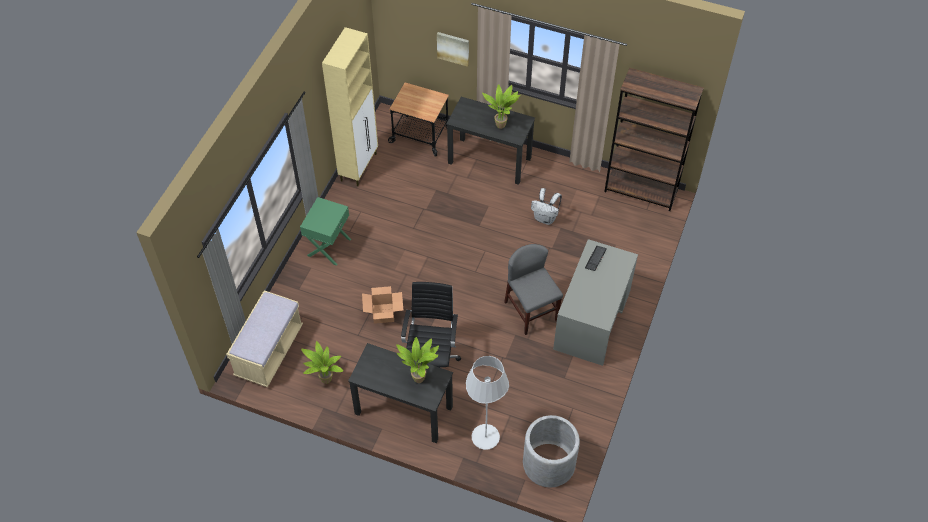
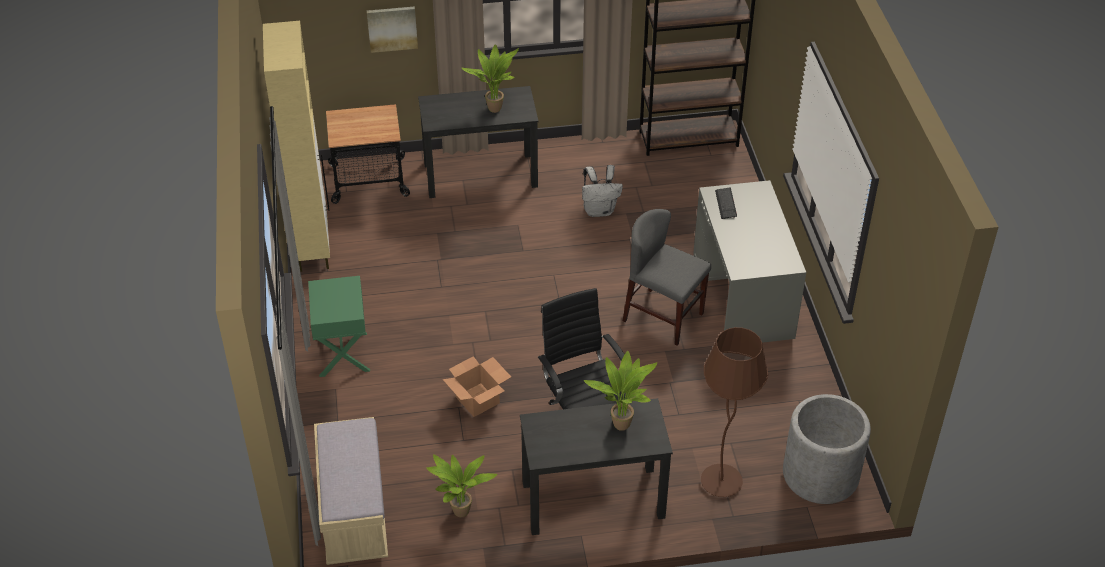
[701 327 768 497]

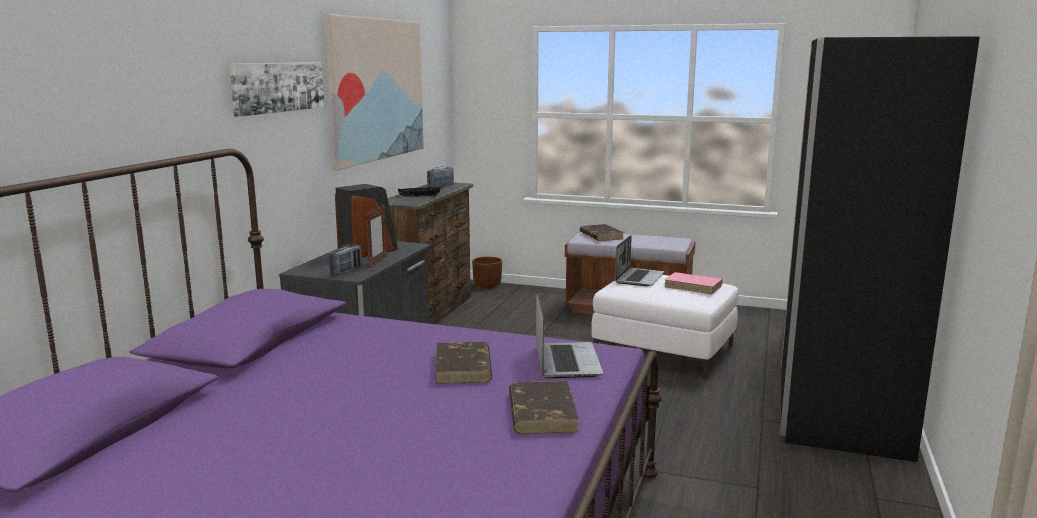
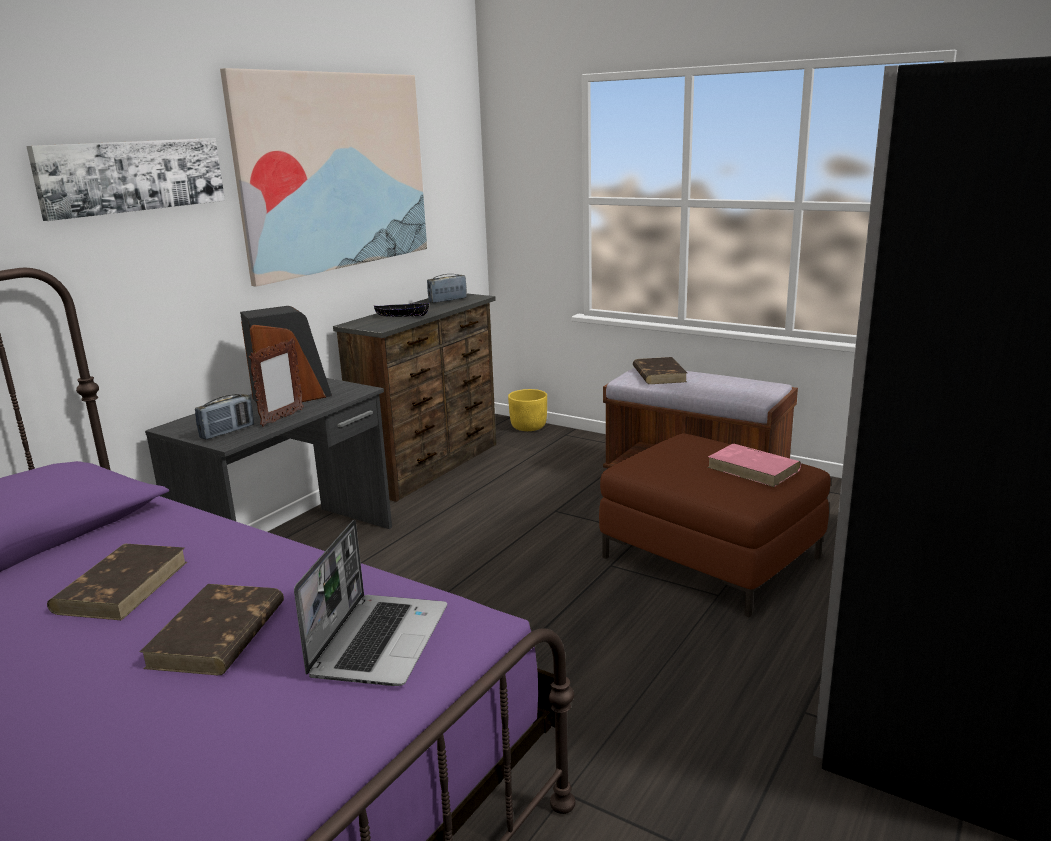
[508 389 547 431]
[47 544 187 621]
[599 433 831 617]
[615 235 664 286] (first image)

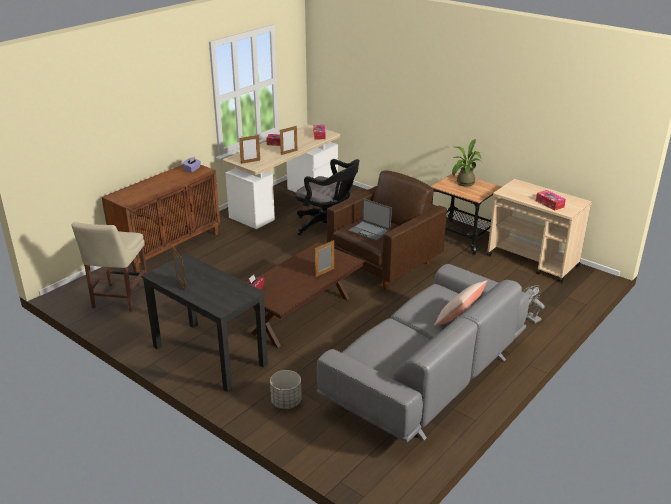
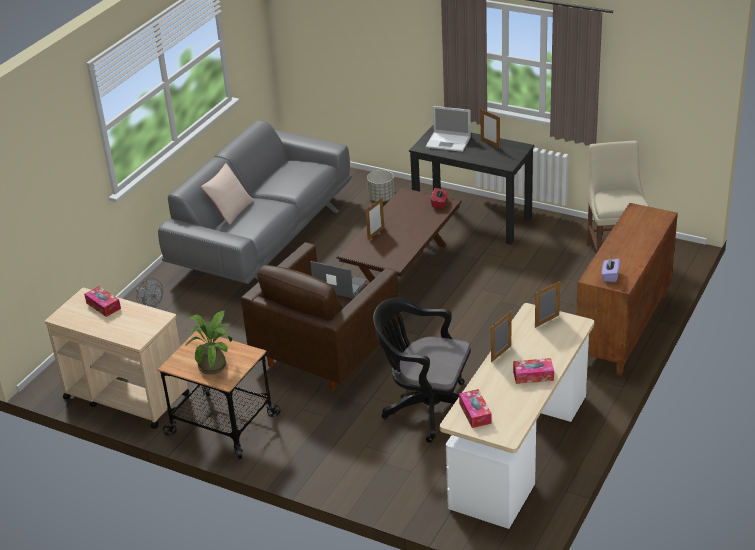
[425 106 471 152]

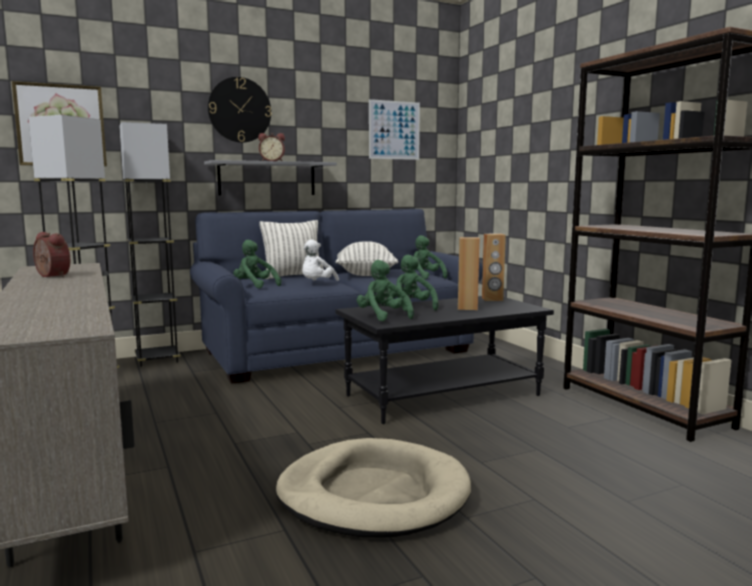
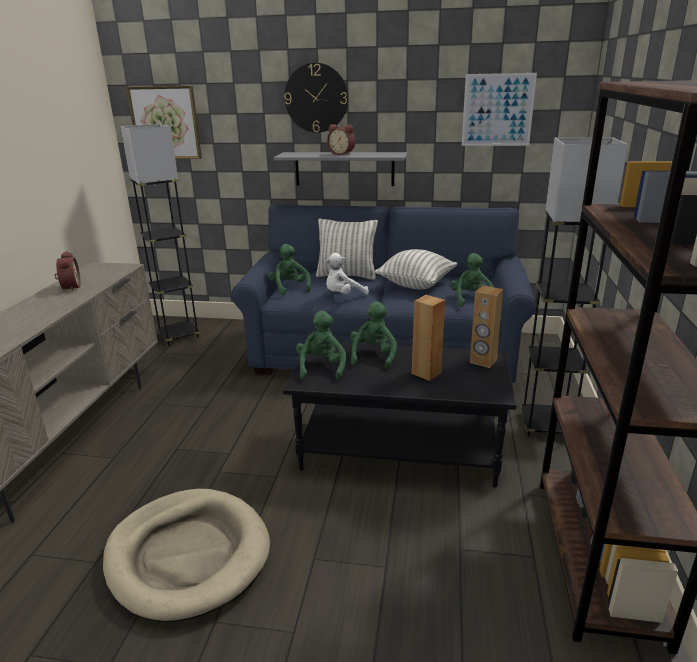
[521 137 628 437]

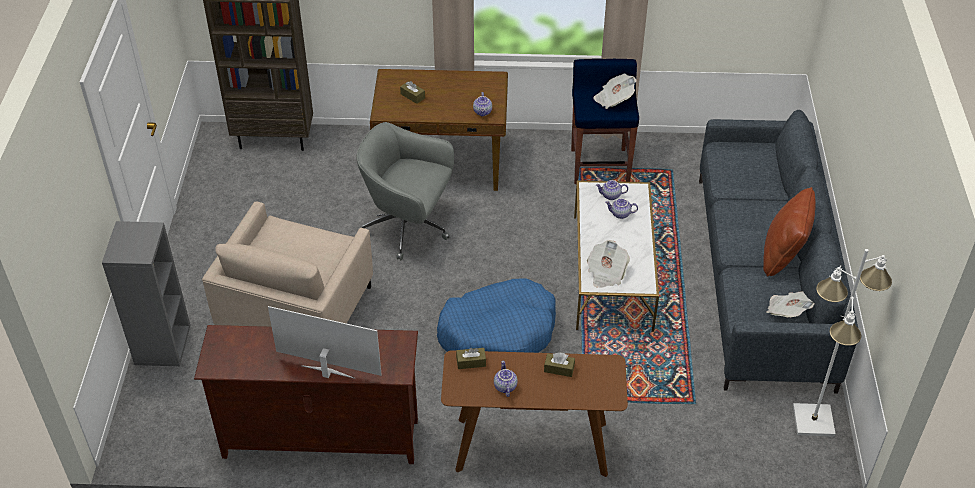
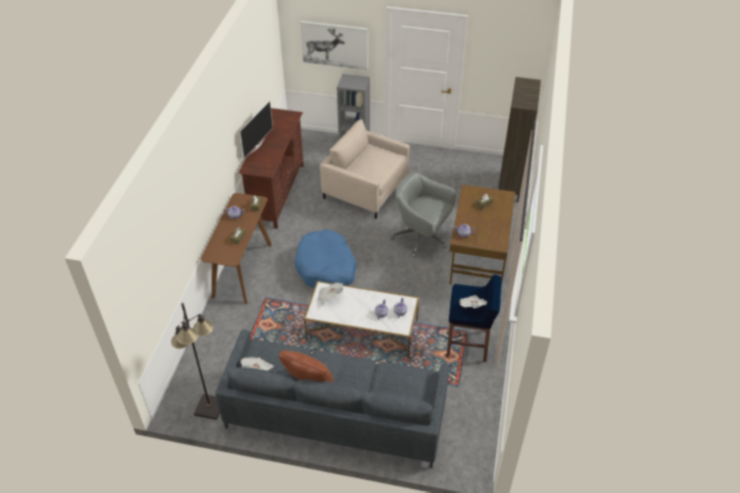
[390 172 456 258]
[171 303 220 420]
[300 21 368 70]

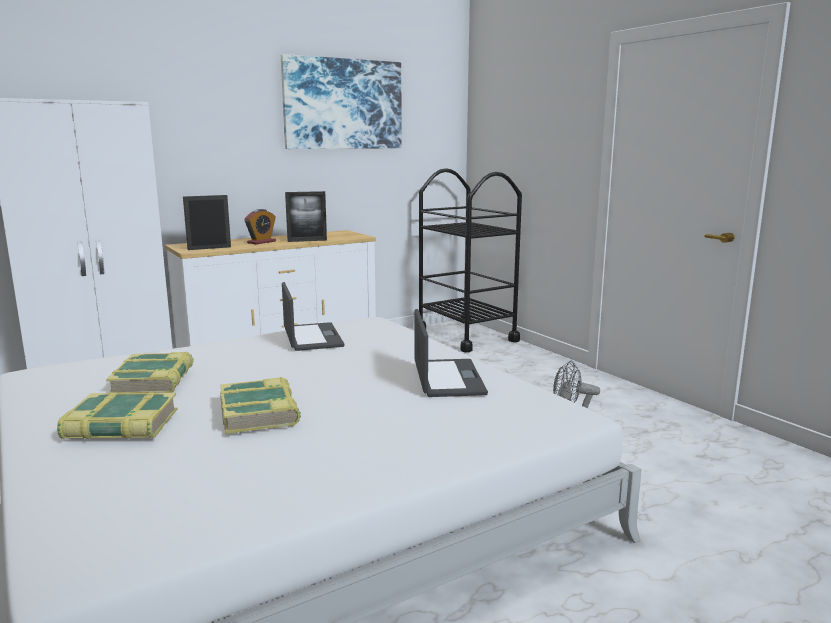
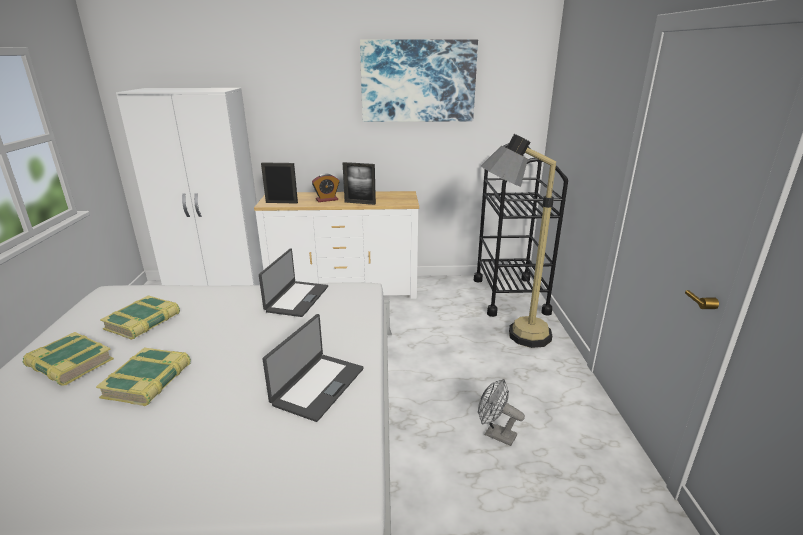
[481 134 556 348]

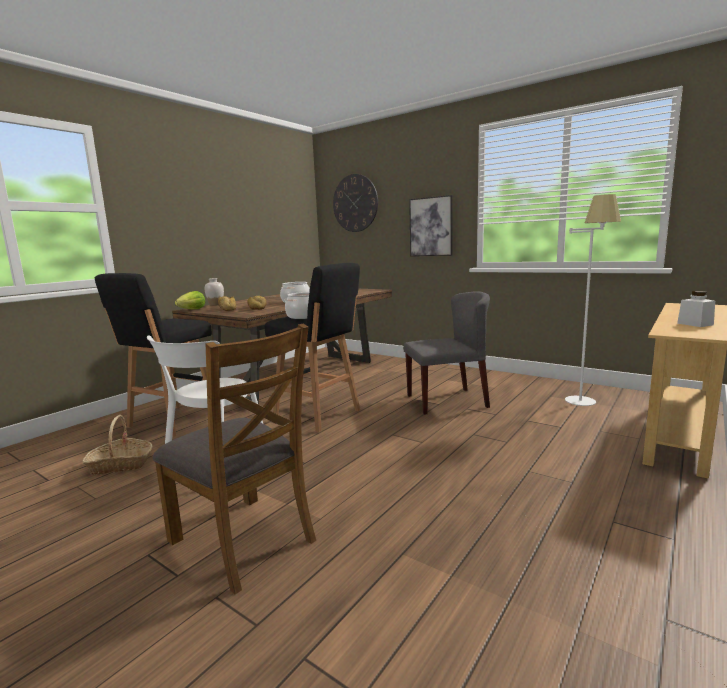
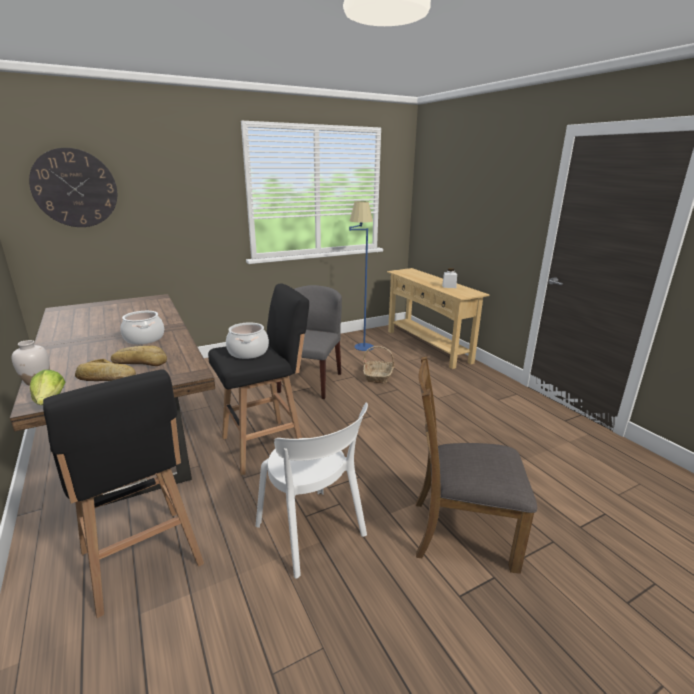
[363 346 395 384]
[416 356 537 574]
[409 195 453 256] (first image)
[349 201 374 351]

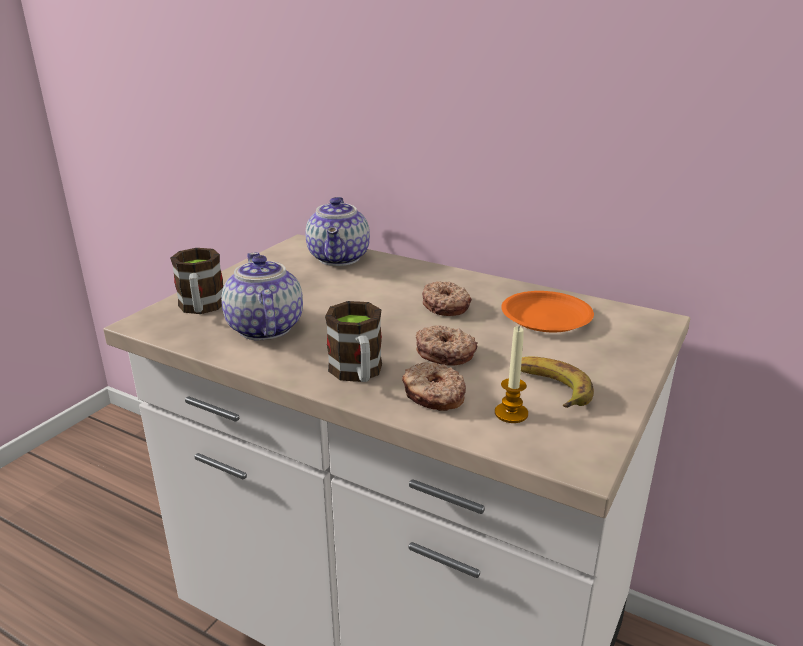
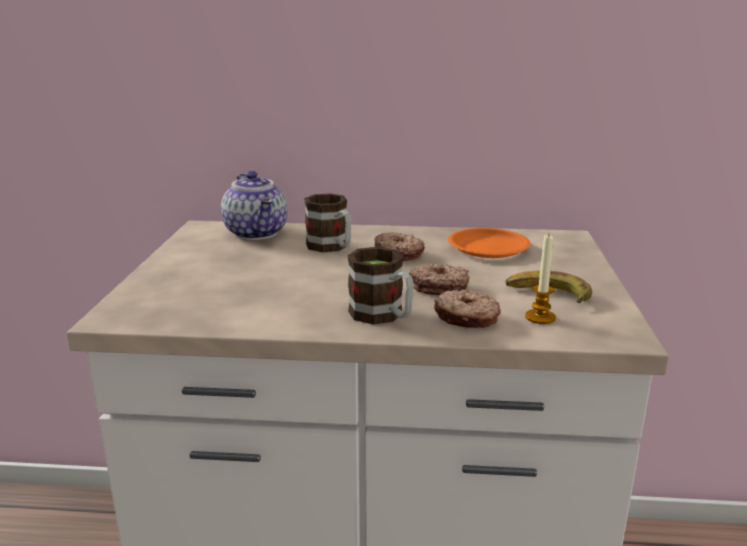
[304 193 351 252]
[221 253 303 341] (first image)

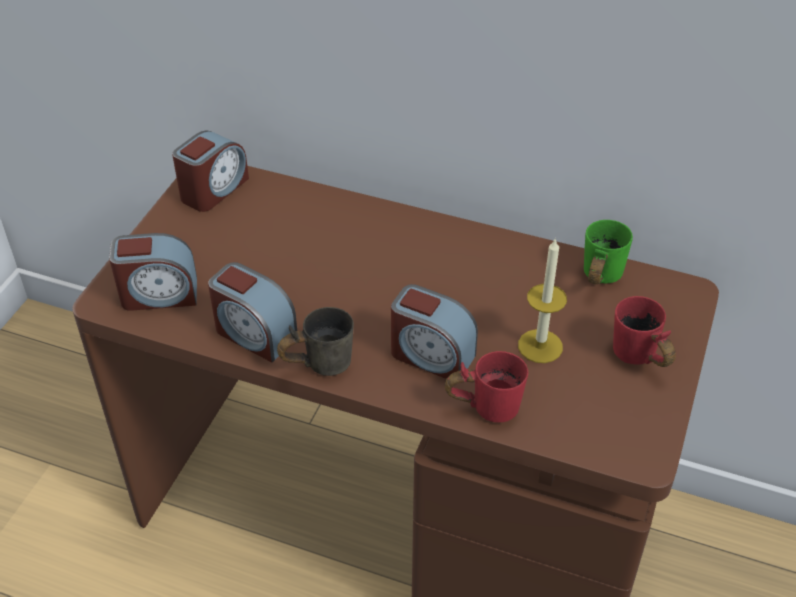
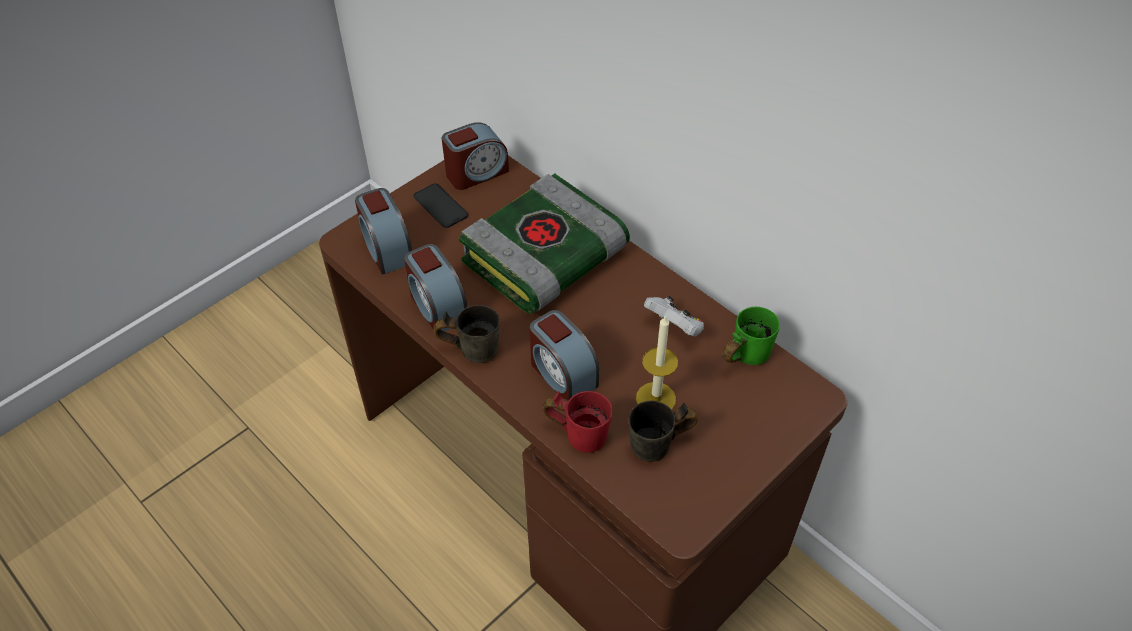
[355 188 412 275]
[613 296 676 367] (first image)
[413 183 468 228]
[459 174 630 314]
[629 401 698 462]
[644 296 704 337]

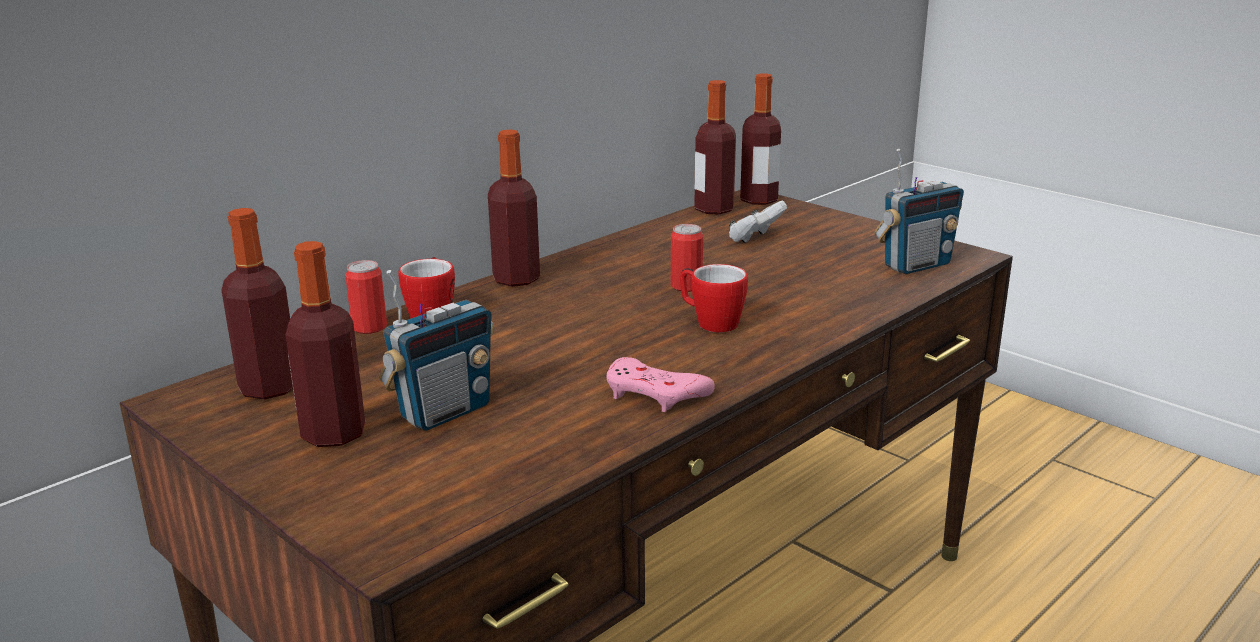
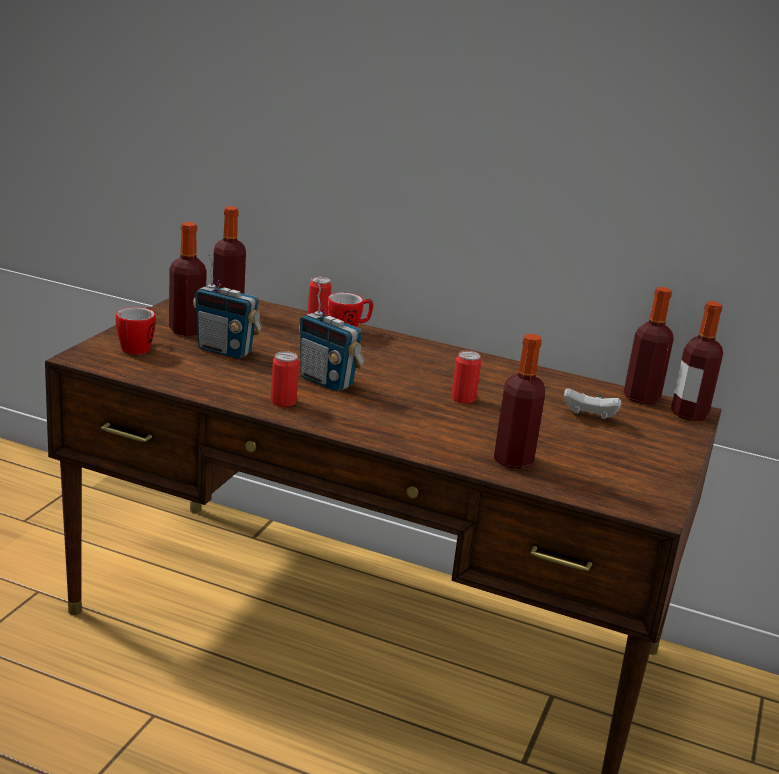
[494 334 545 469]
[271 351 299 407]
[116 307 156 355]
[299 280 366 392]

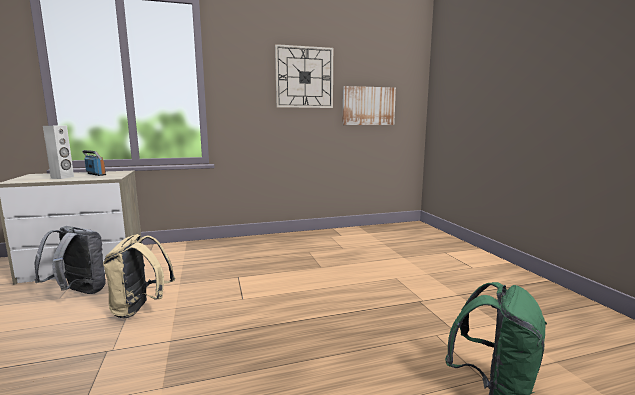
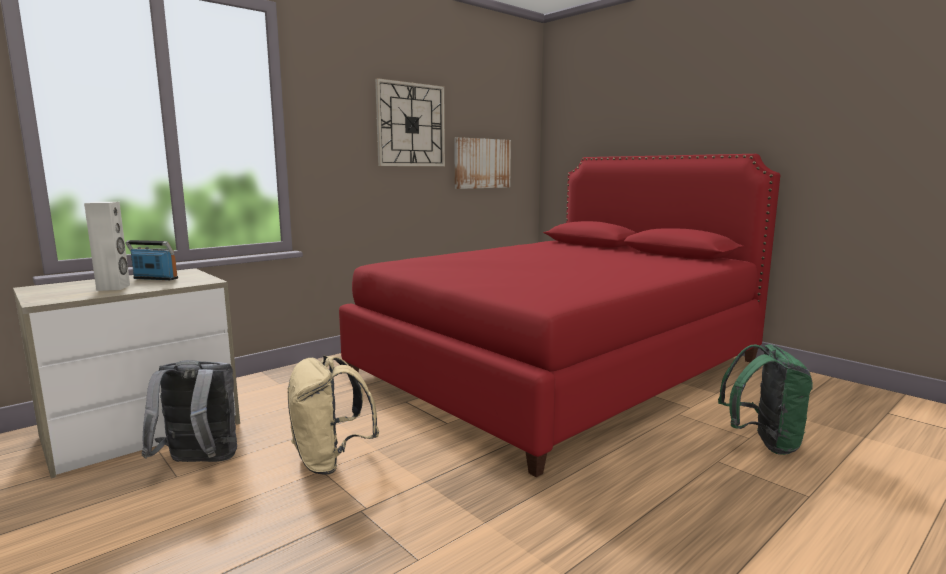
[339 154 780 477]

